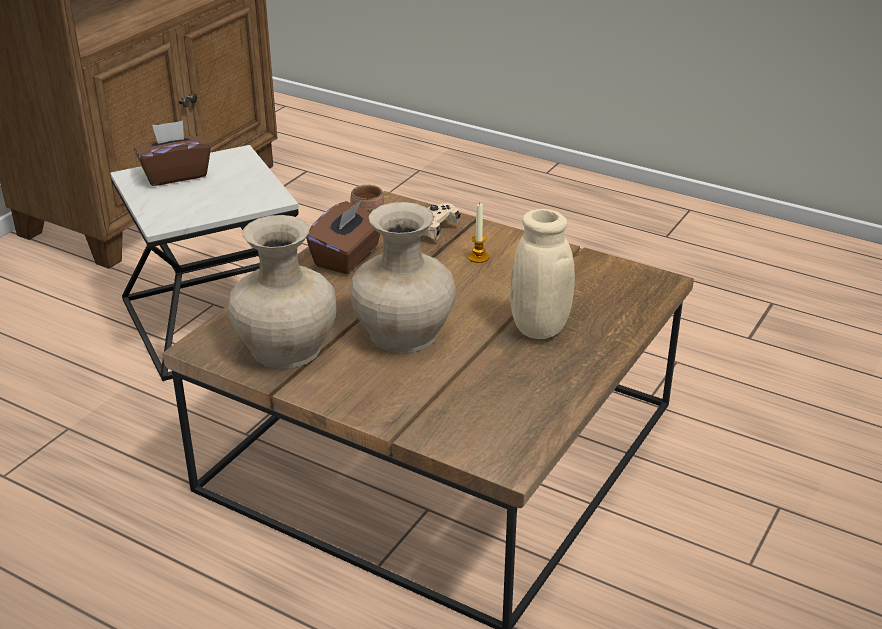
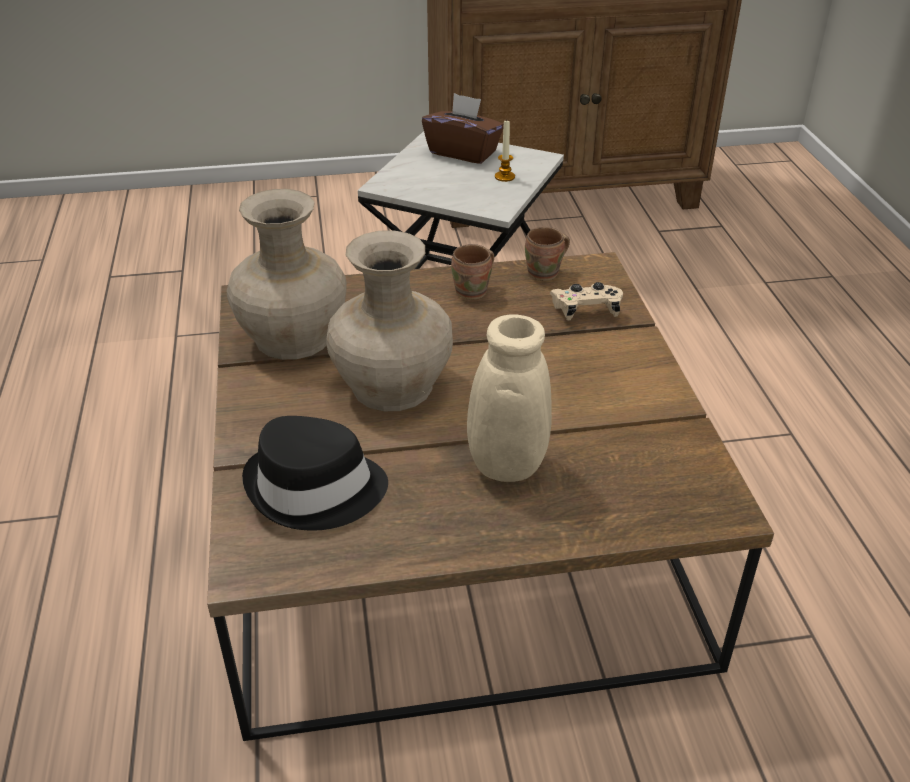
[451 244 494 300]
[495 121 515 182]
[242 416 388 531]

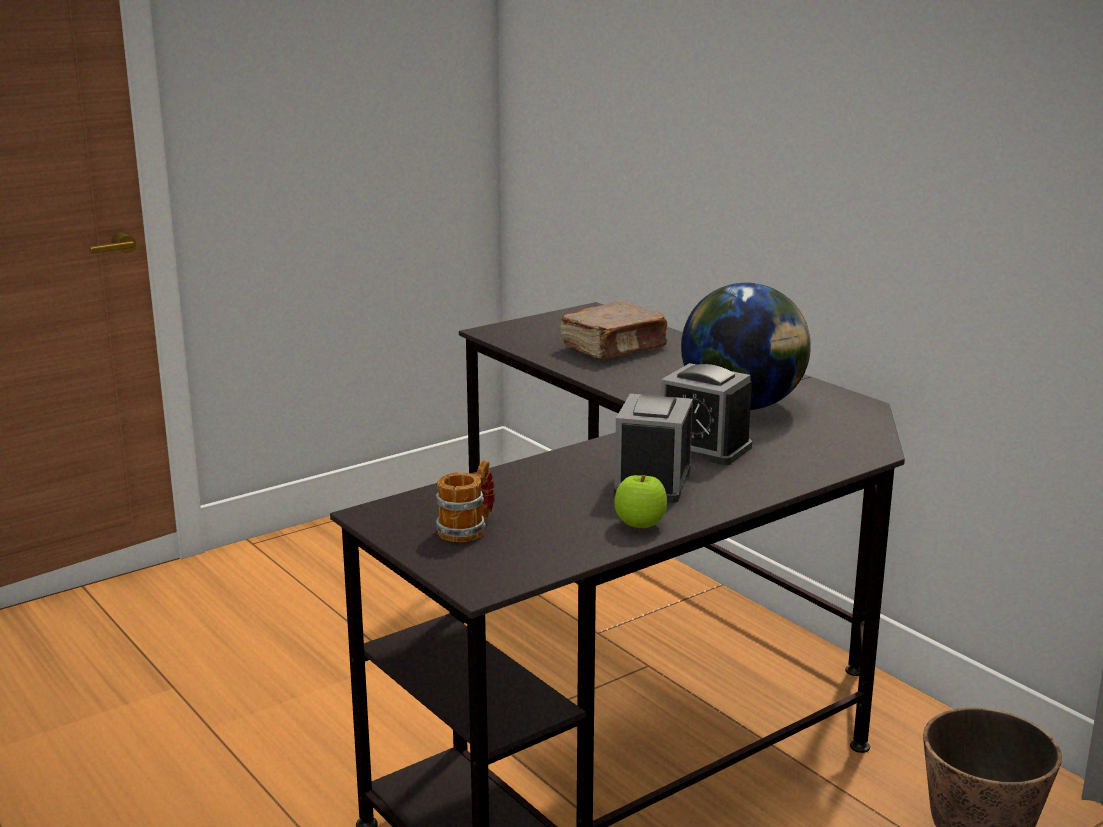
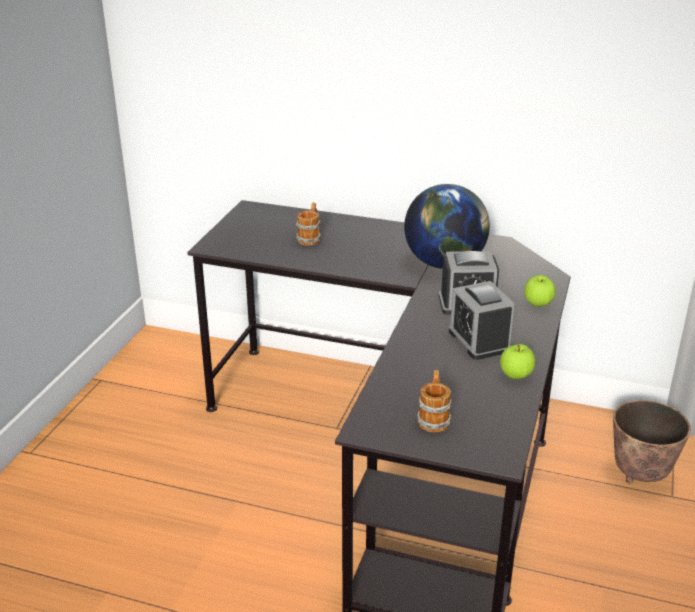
[296 203 321 246]
[524 275 556 307]

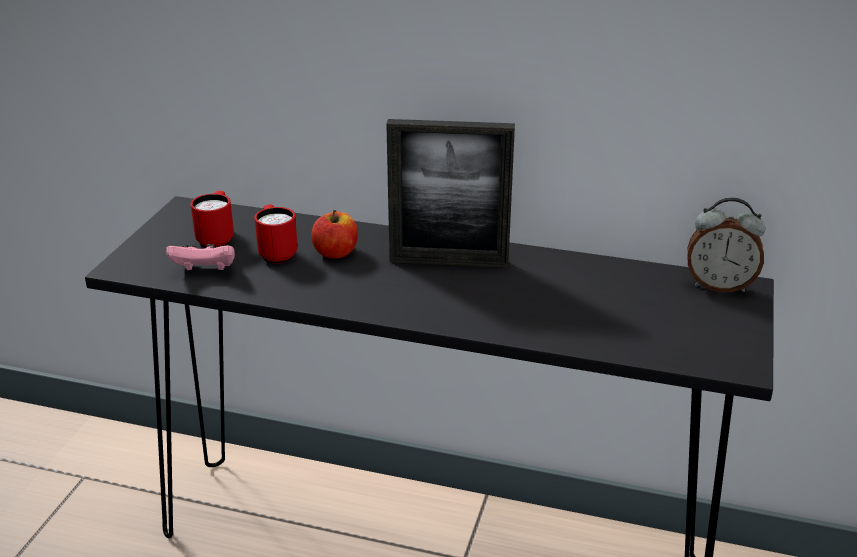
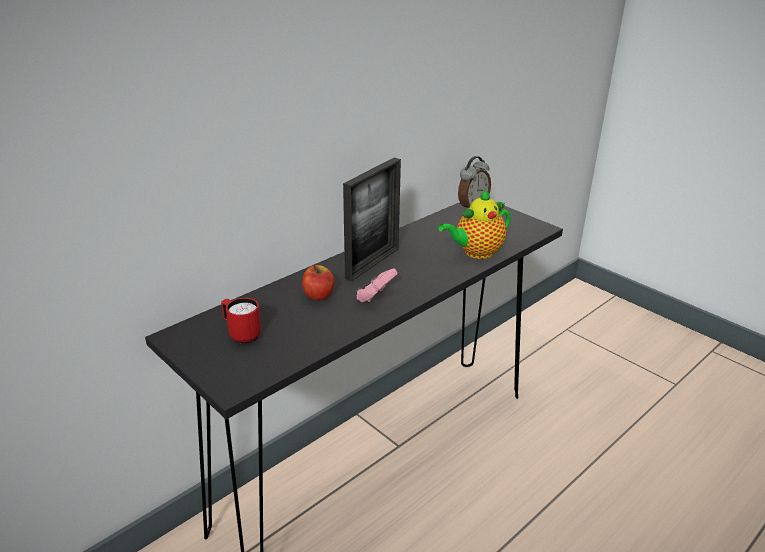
[356 268 397 303]
[254 205 298 264] (first image)
[438 189 511 259]

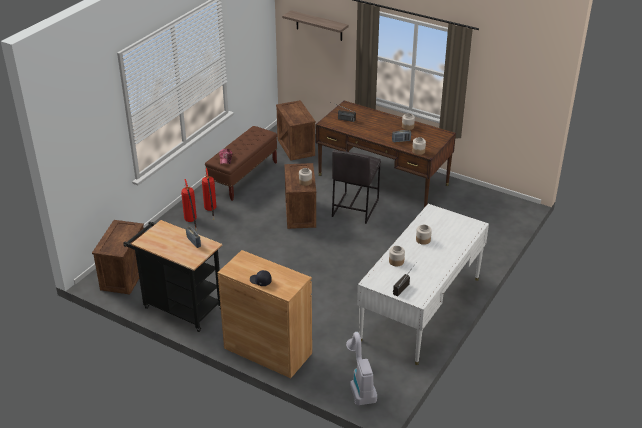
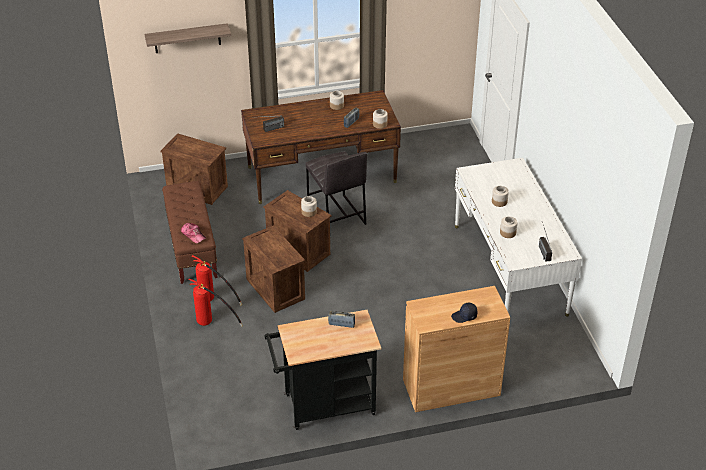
[242 225 305 313]
[346 332 377 405] (first image)

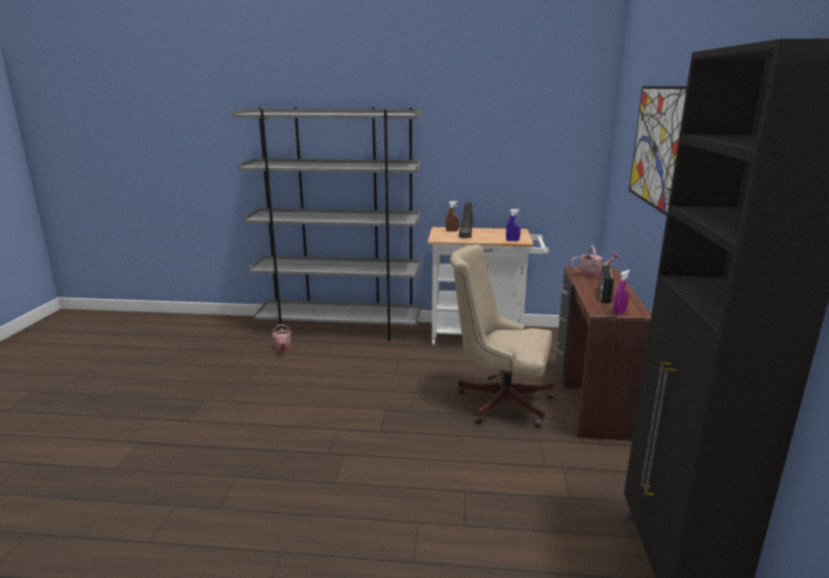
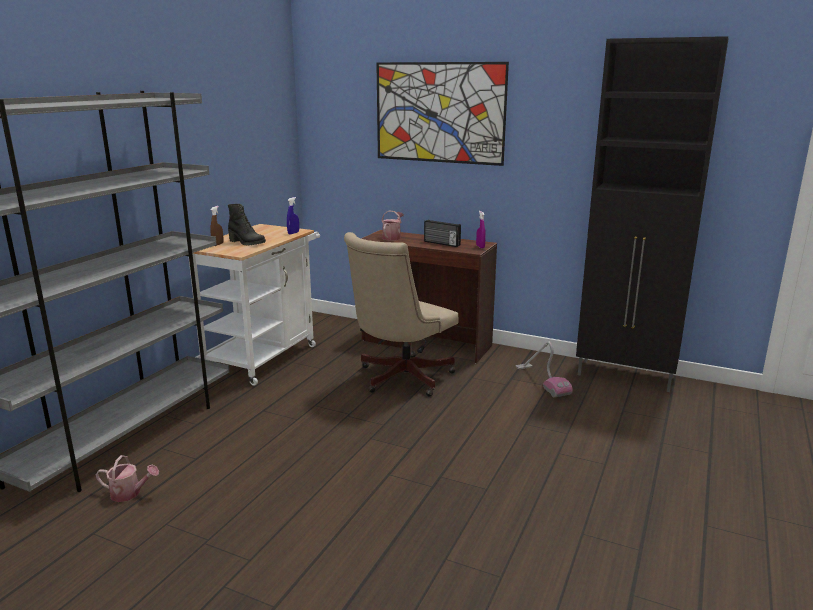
[516 342 573 397]

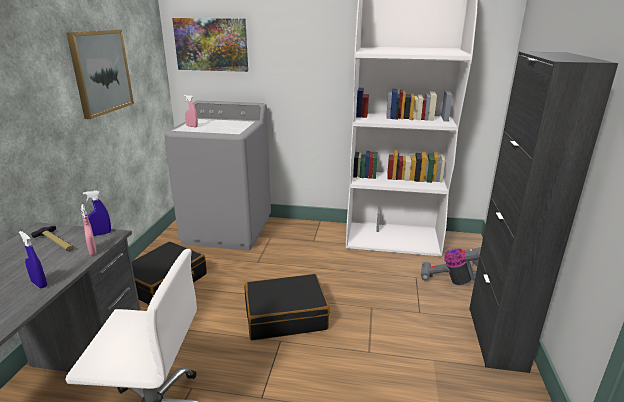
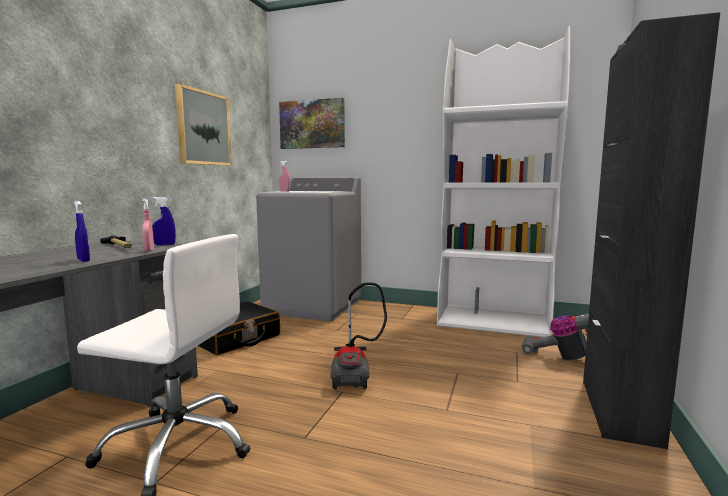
[330 282 387 390]

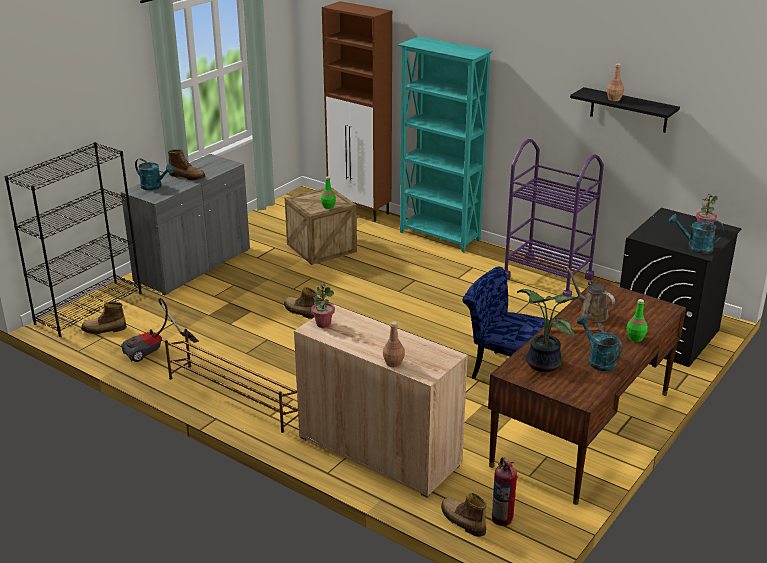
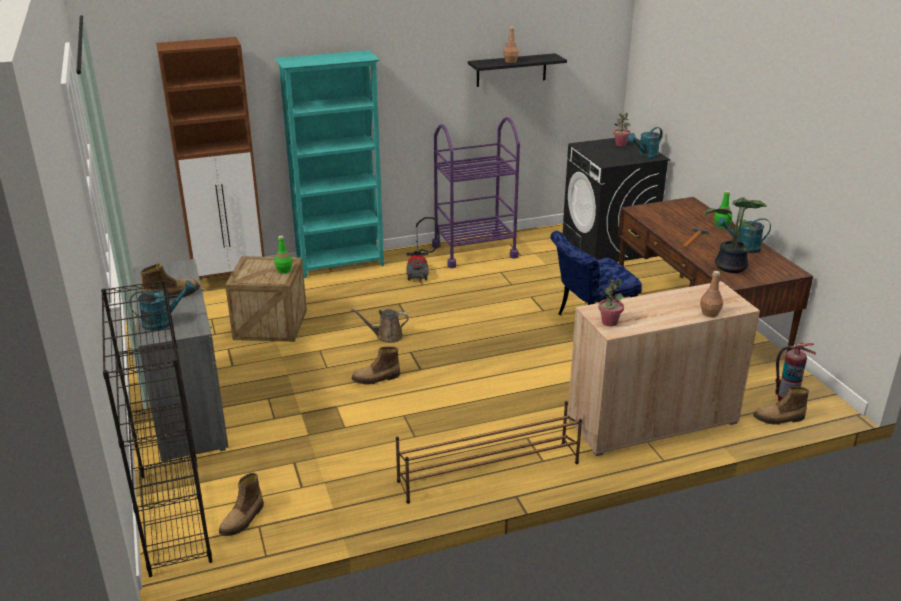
[406 217 440 281]
[351 309 409 343]

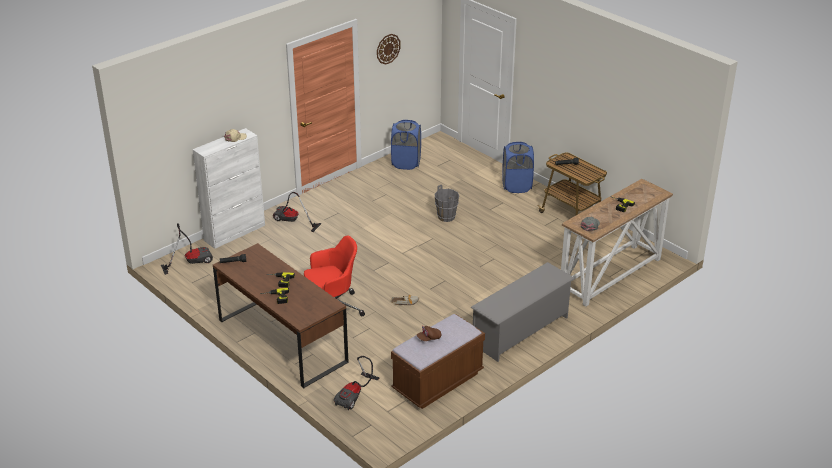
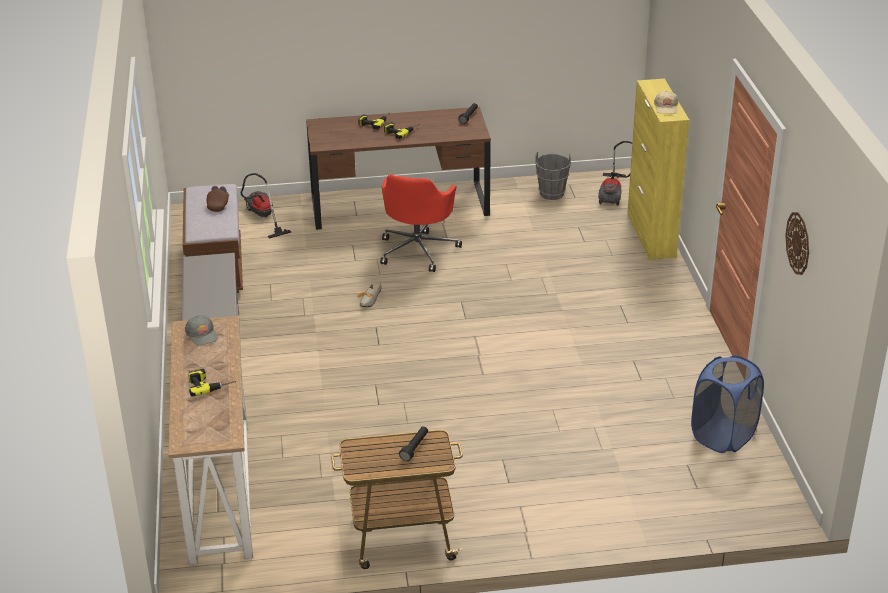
[627 79 689 260]
[273 192 322 232] (first image)
[535 152 571 200]
[502 142 534 193] (first image)

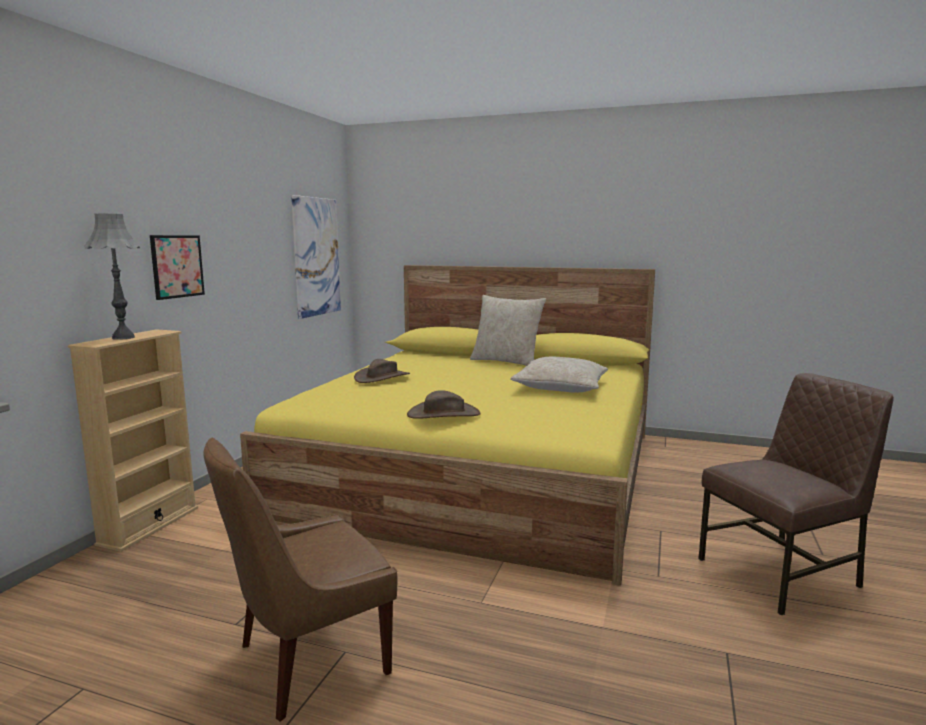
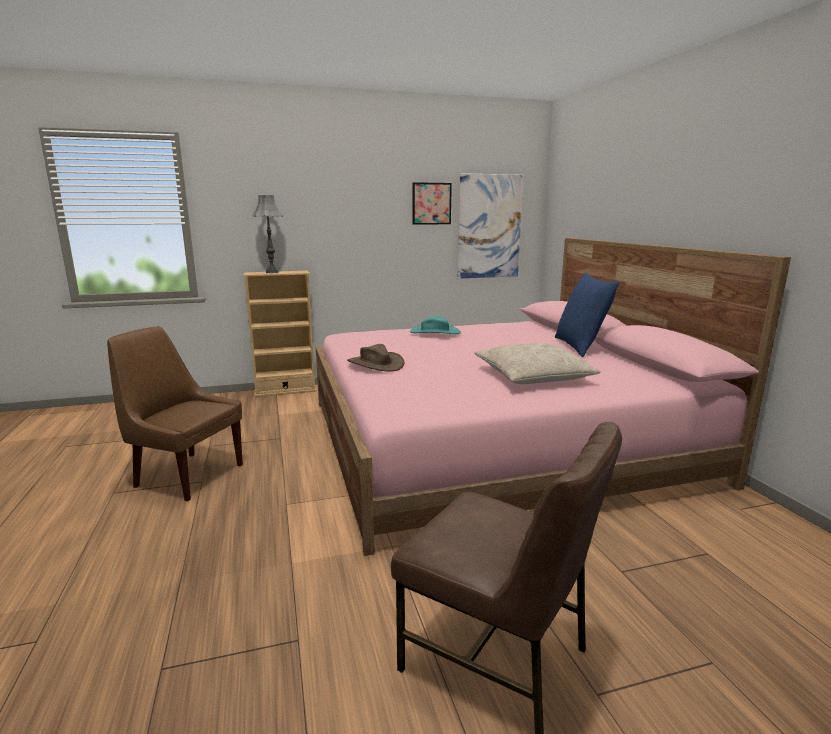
[413 182 452 225]
[316 238 791 556]
[410 316 461 334]
[555 272 619 357]

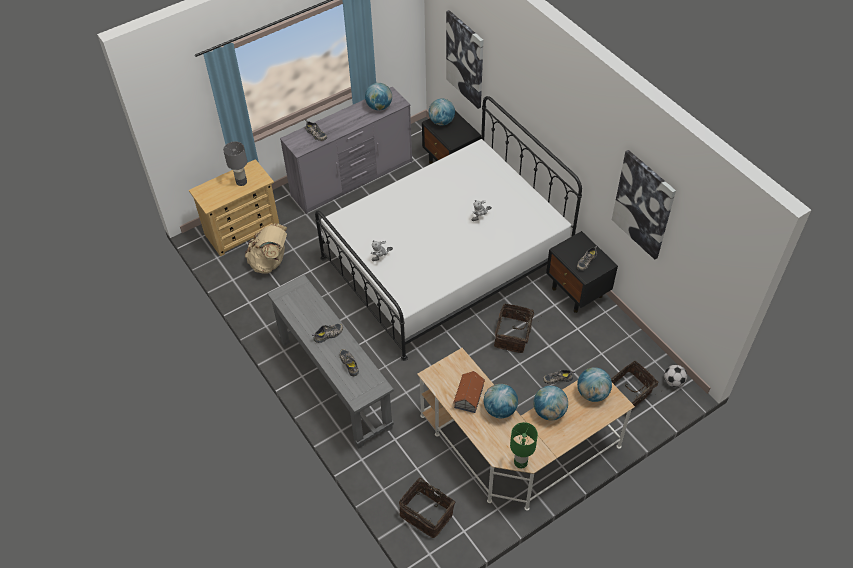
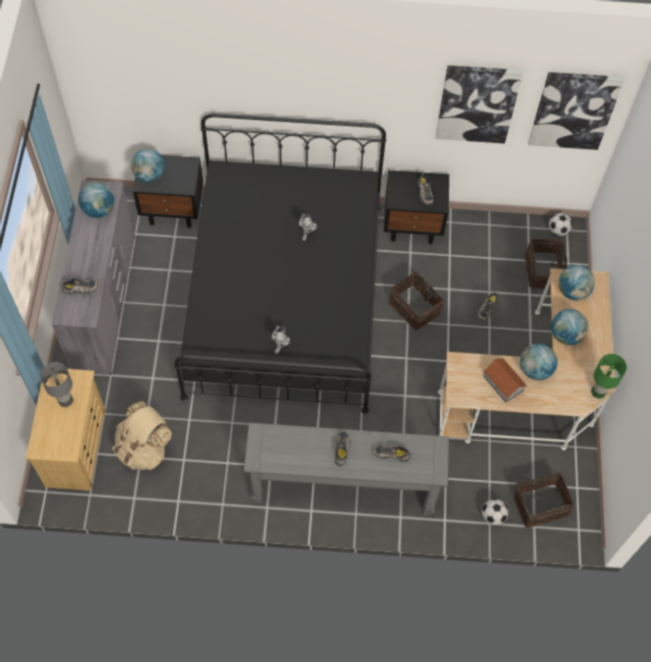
[175 113 386 414]
[528 72 624 150]
[482 499 508 526]

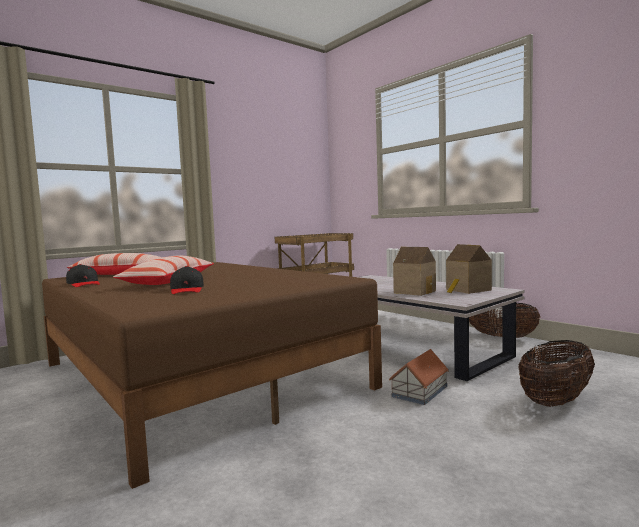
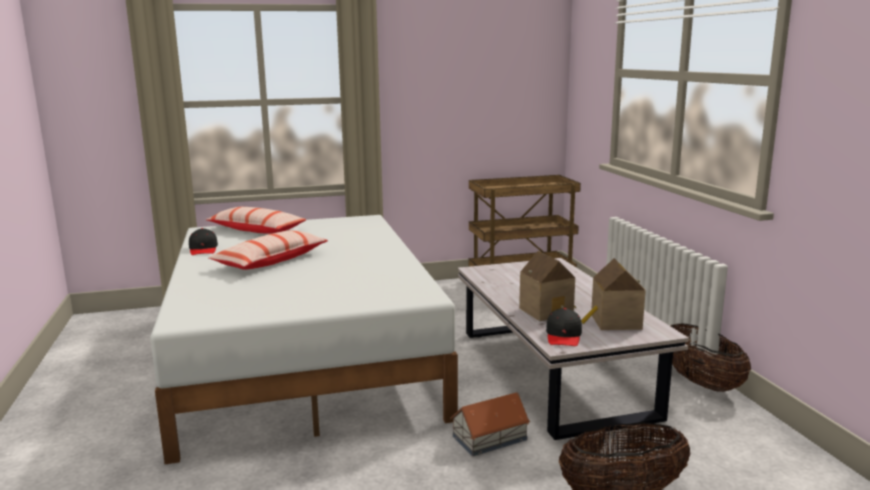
[150 215 458 464]
[546 308 582 346]

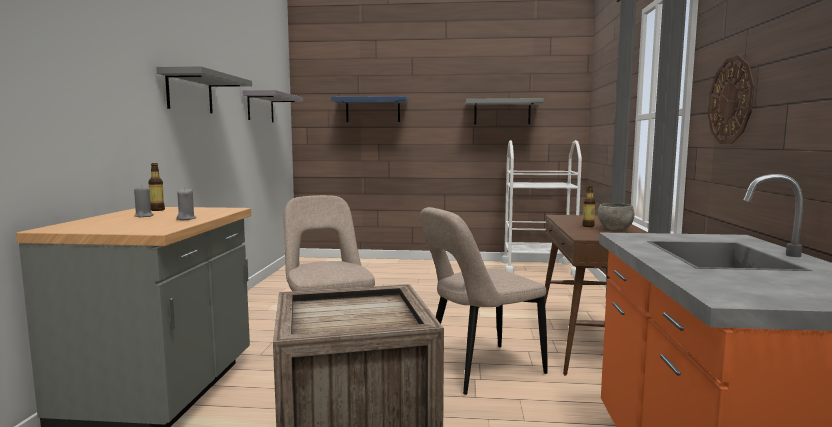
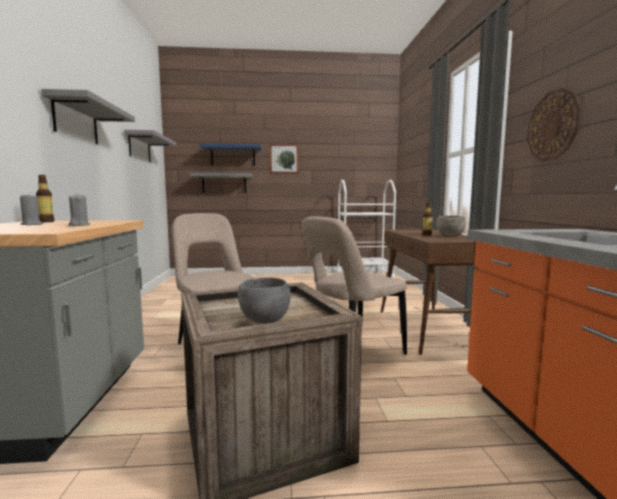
[190 173 253 193]
[238 278 291 324]
[269 144 299 174]

